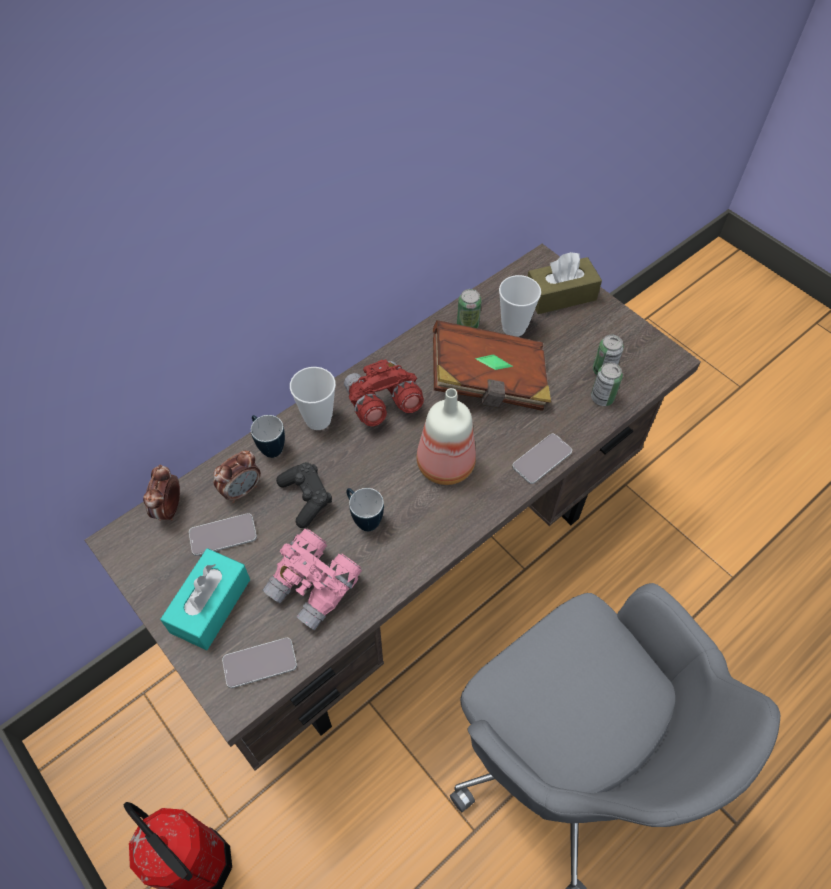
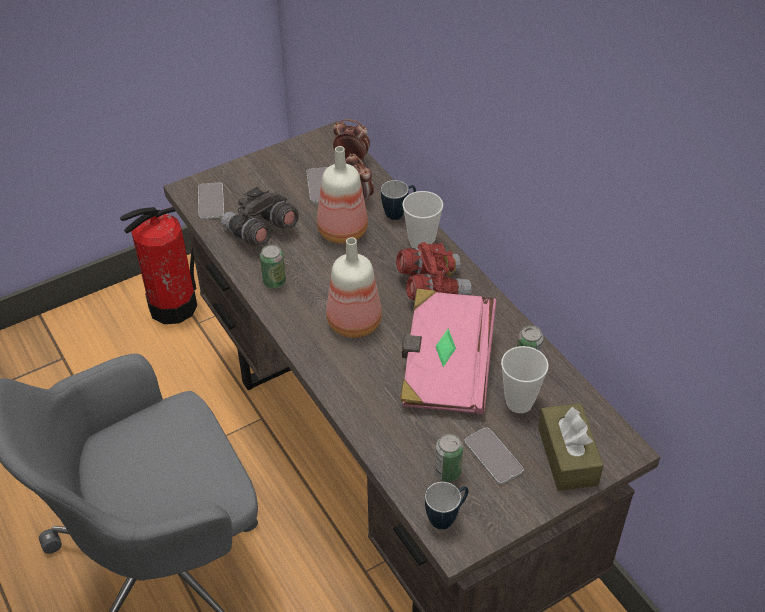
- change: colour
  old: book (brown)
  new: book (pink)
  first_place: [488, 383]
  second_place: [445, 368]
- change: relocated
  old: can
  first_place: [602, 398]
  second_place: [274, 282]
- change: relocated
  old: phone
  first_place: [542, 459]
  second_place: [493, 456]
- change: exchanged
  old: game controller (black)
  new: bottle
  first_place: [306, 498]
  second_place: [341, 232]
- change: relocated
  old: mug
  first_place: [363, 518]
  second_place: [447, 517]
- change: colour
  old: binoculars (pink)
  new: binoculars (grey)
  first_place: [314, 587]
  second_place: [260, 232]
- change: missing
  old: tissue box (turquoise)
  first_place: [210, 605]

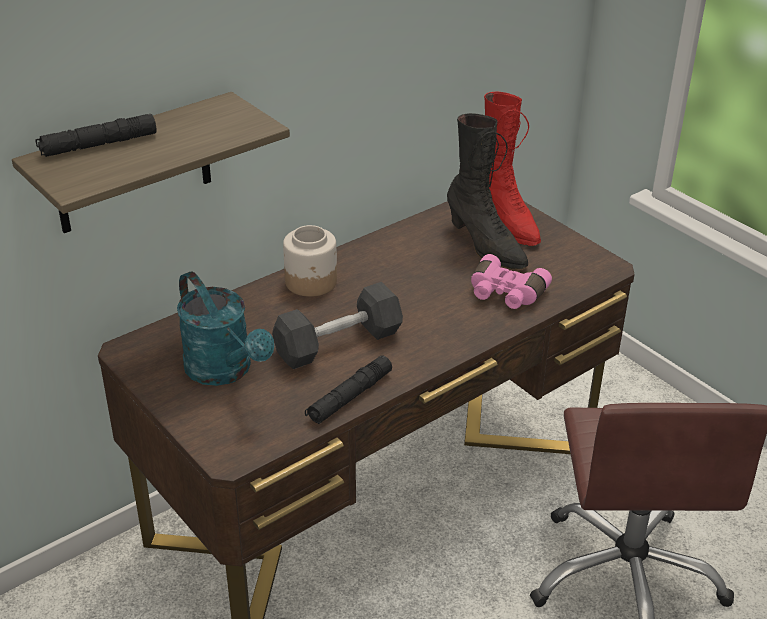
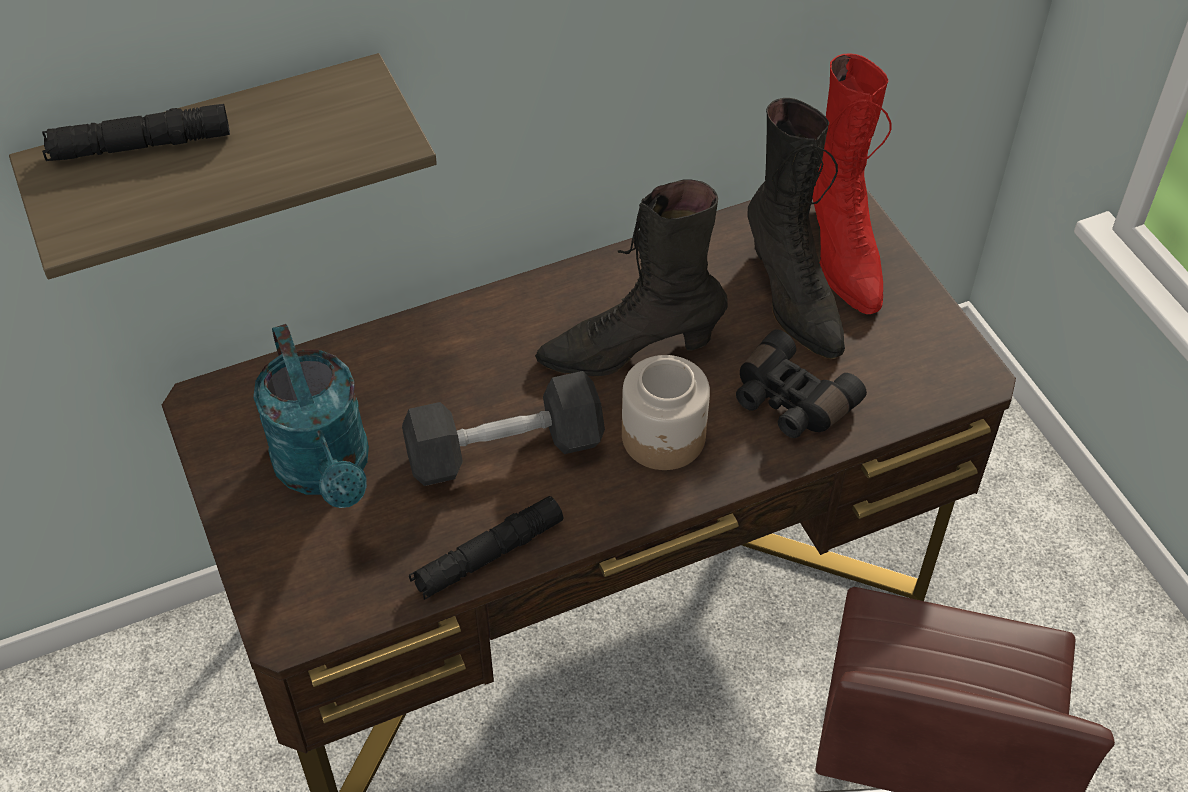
- change: relocated
  old: jar
  first_place: [311, 282]
  second_place: [664, 438]
- change: colour
  old: binoculars (pink)
  new: binoculars (black)
  first_place: [505, 294]
  second_place: [789, 402]
- change: appeared
  new: boot (black)
  second_place: [629, 351]

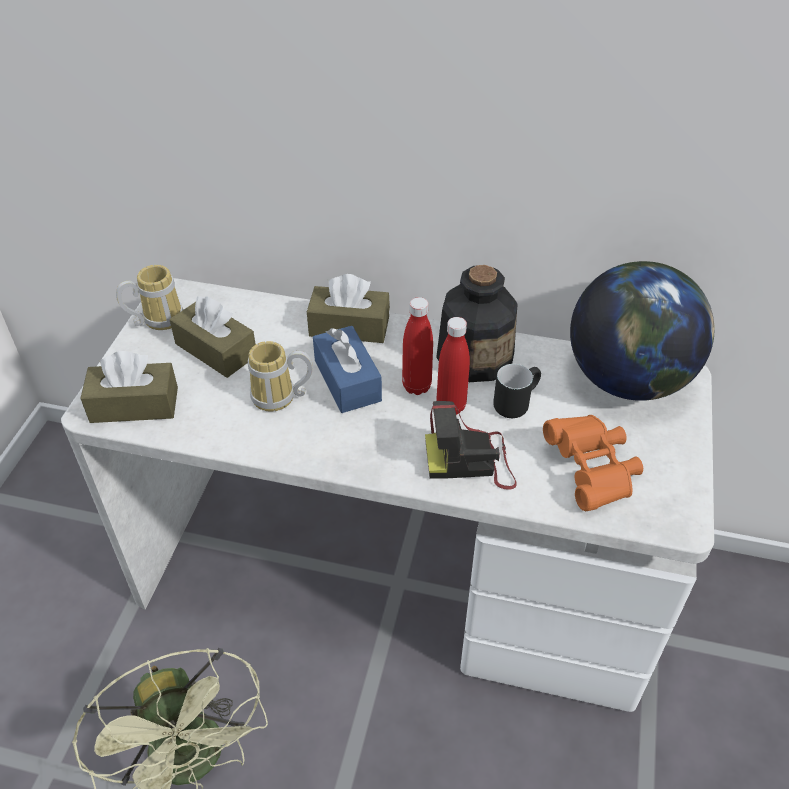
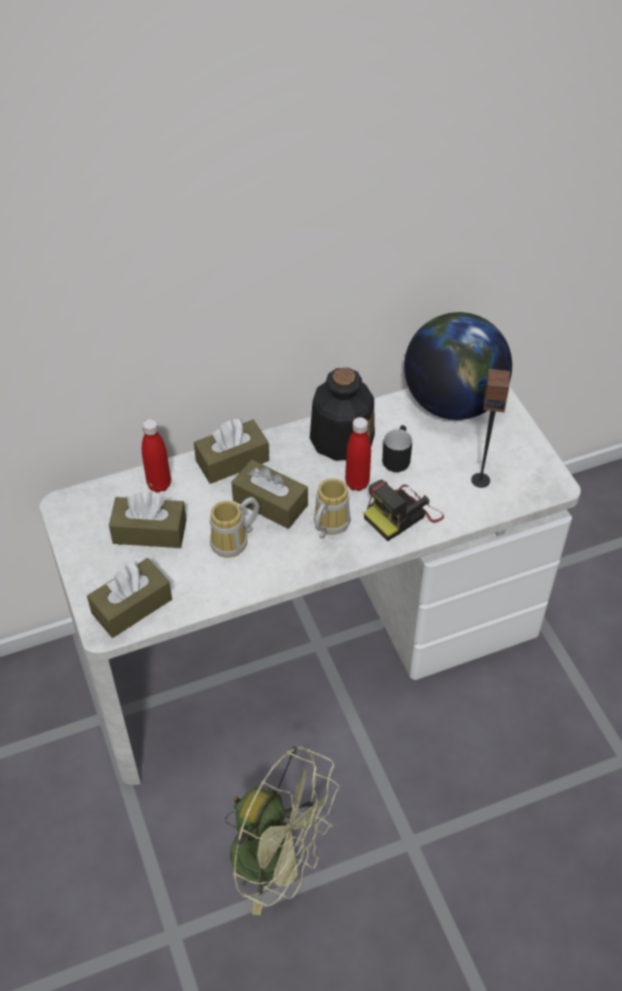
- change: relocated
  old: mug
  first_place: [157, 319]
  second_place: [327, 525]
- change: relocated
  old: bottle (red)
  first_place: [416, 386]
  second_place: [159, 485]
- change: colour
  old: tissue box (blue)
  new: tissue box (brown)
  first_place: [347, 381]
  second_place: [270, 503]
- change: exchanged
  old: binoculars (orange)
  new: speaker
  first_place: [592, 472]
  second_place: [480, 480]

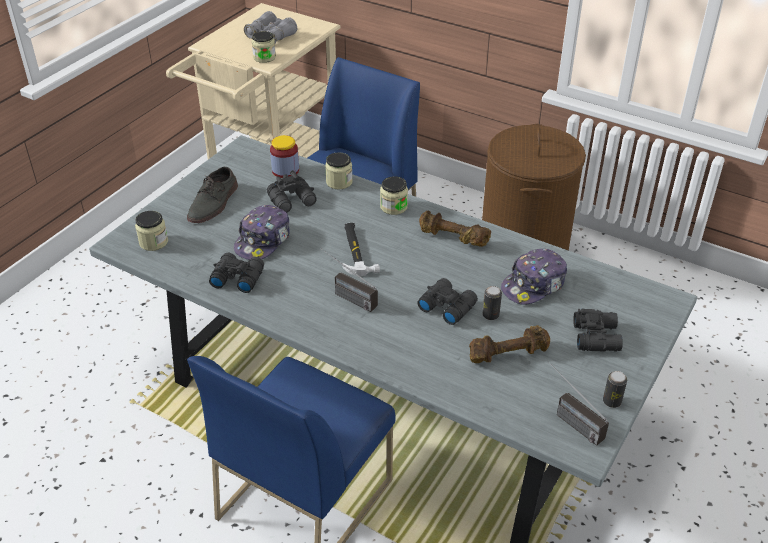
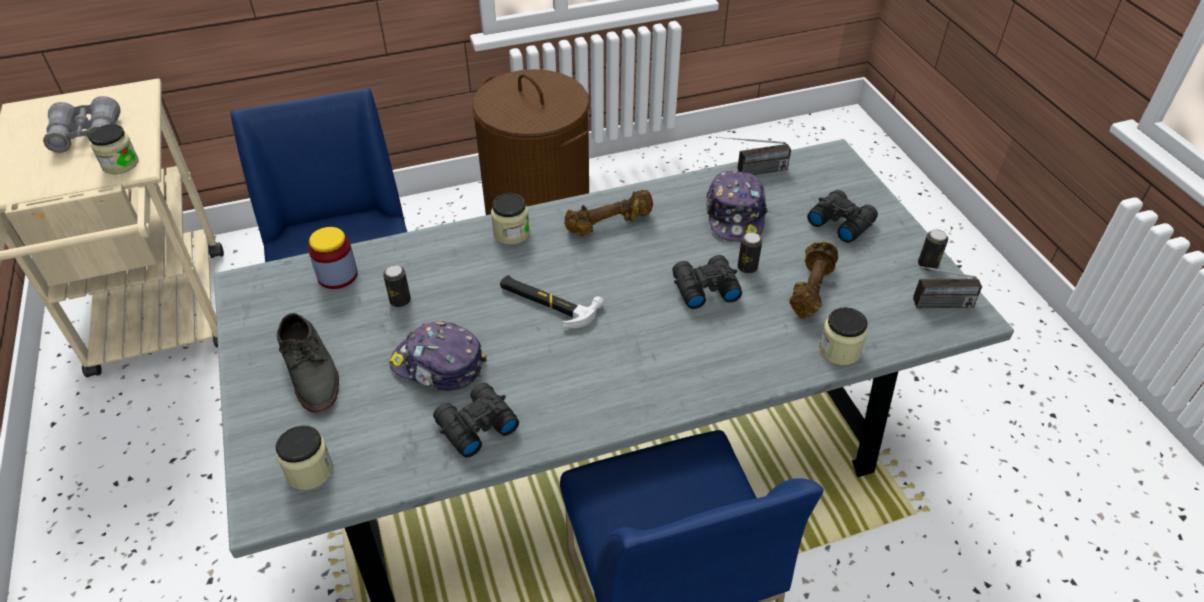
- change: relocated
  old: jar
  first_place: [339, 182]
  second_place: [839, 350]
- change: exchanged
  old: binoculars (black)
  new: can
  first_place: [293, 201]
  second_place: [400, 300]
- change: spun
  old: cap
  first_place: [263, 241]
  second_place: [438, 365]
  degrees: 135
- change: relocated
  old: radio
  first_place: [345, 295]
  second_place: [750, 172]

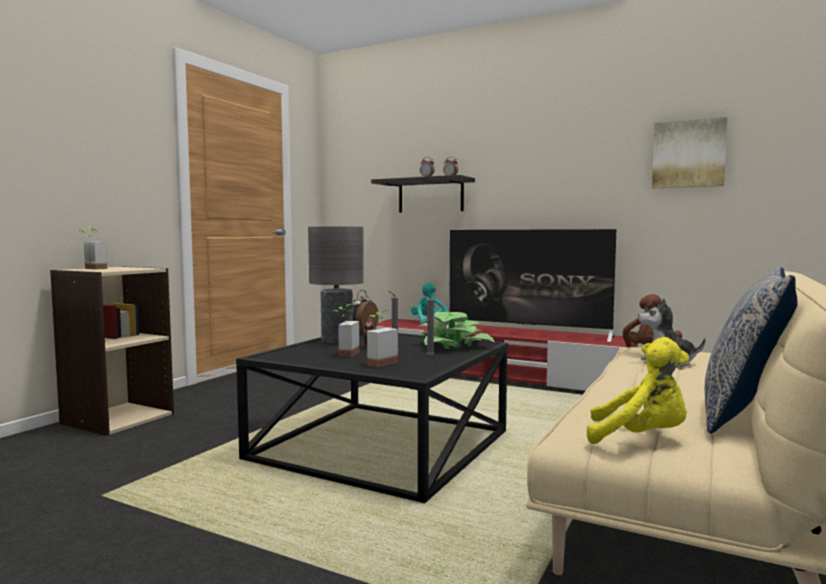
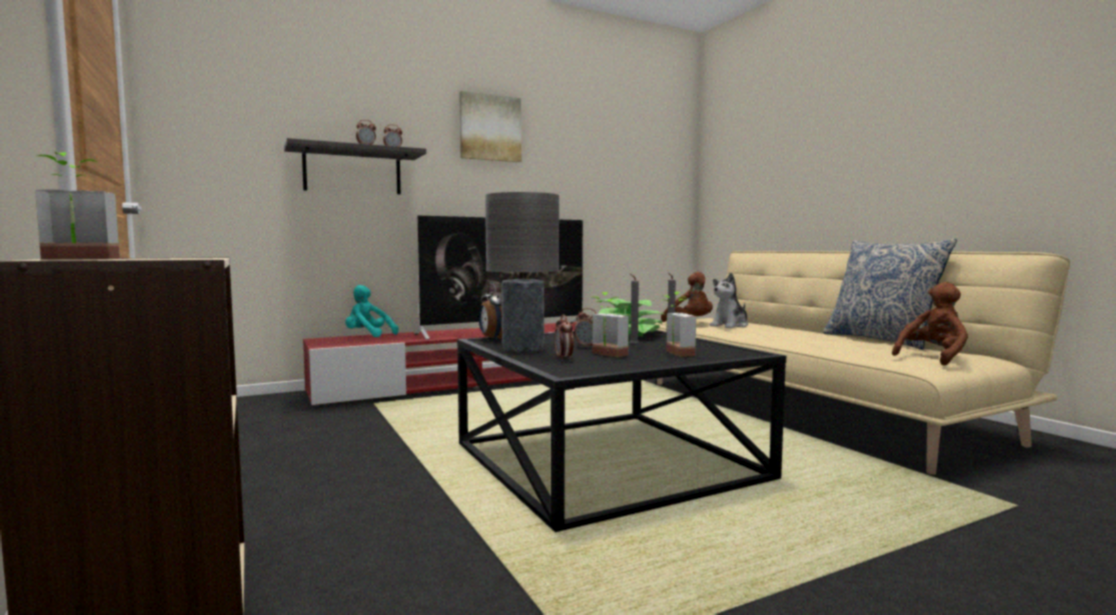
- change: relocated
  old: picture
  first_place: [688, 154]
  second_place: [490, 128]
- change: colour
  old: plush toy (yellow)
  new: plush toy (brown)
  first_place: [640, 438]
  second_place: [933, 358]
- change: appeared
  new: alarm clock
  second_place: [564, 358]

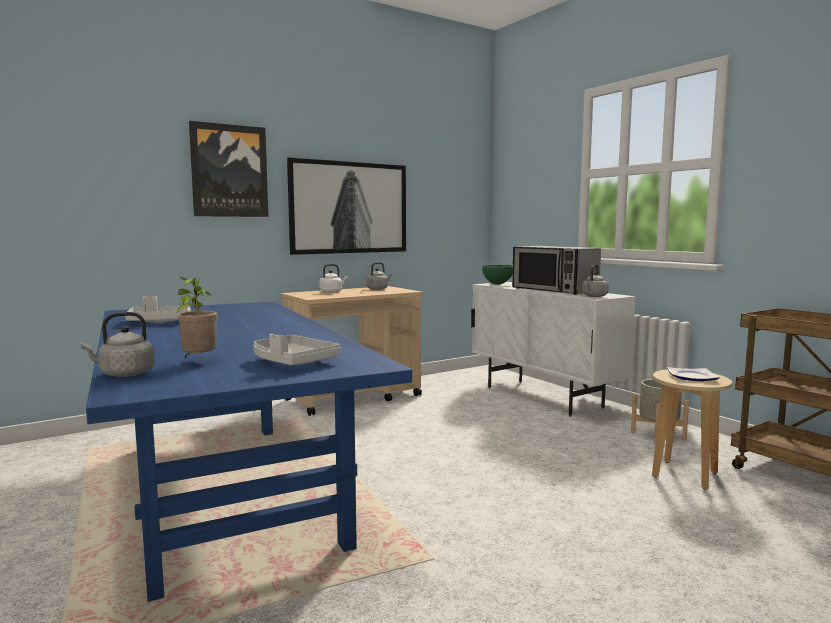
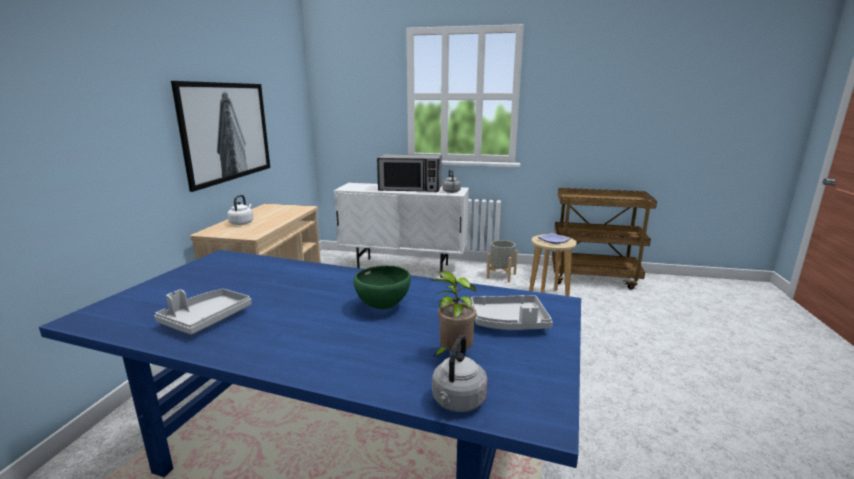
- change: missing
  old: picture
  first_place: [229, 171]
- change: missing
  old: kettle (grey)
  first_place: [378, 289]
- change: relocated
  old: bowl (green)
  first_place: [498, 284]
  second_place: [383, 307]

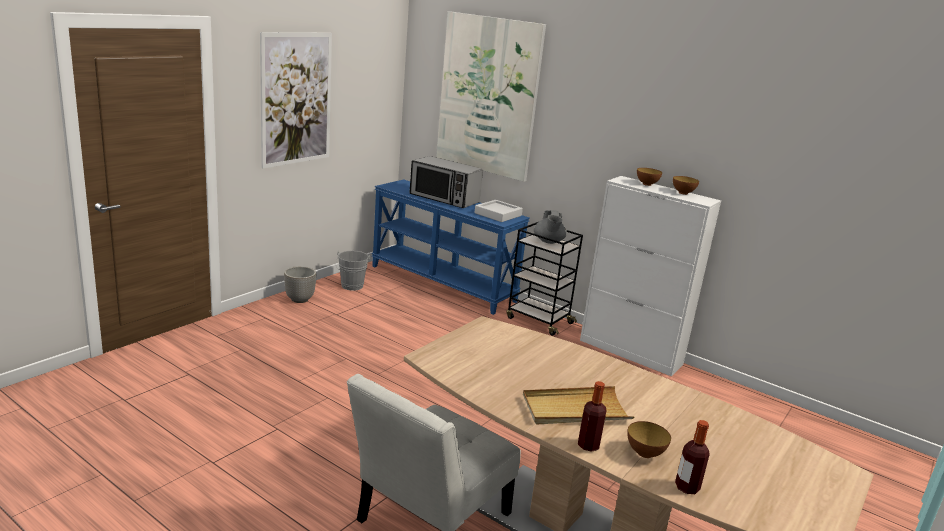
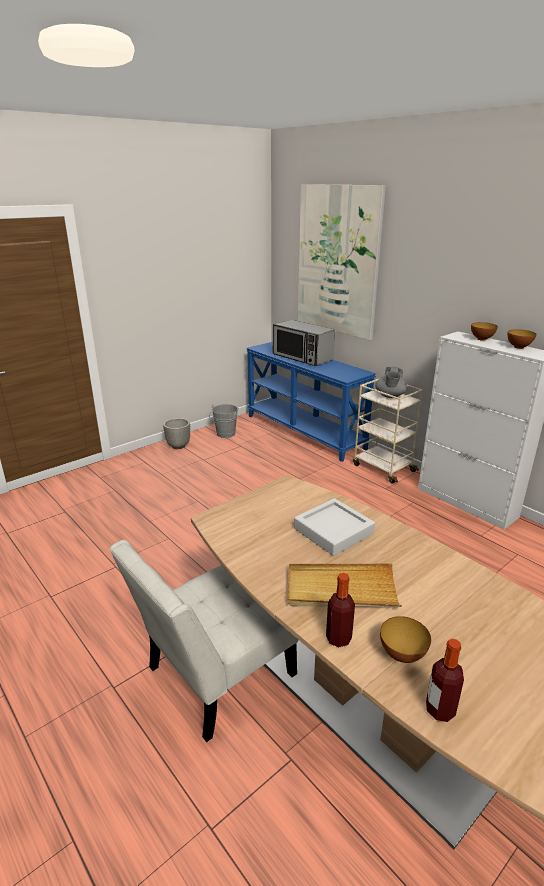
- change: missing
  old: picture
  first_place: [296, 99]
- change: relocated
  old: tray (grey)
  first_place: [498, 214]
  second_place: [333, 531]
- change: colour
  old: cart (black)
  new: cart (beige)
  first_place: [538, 320]
  second_place: [382, 468]

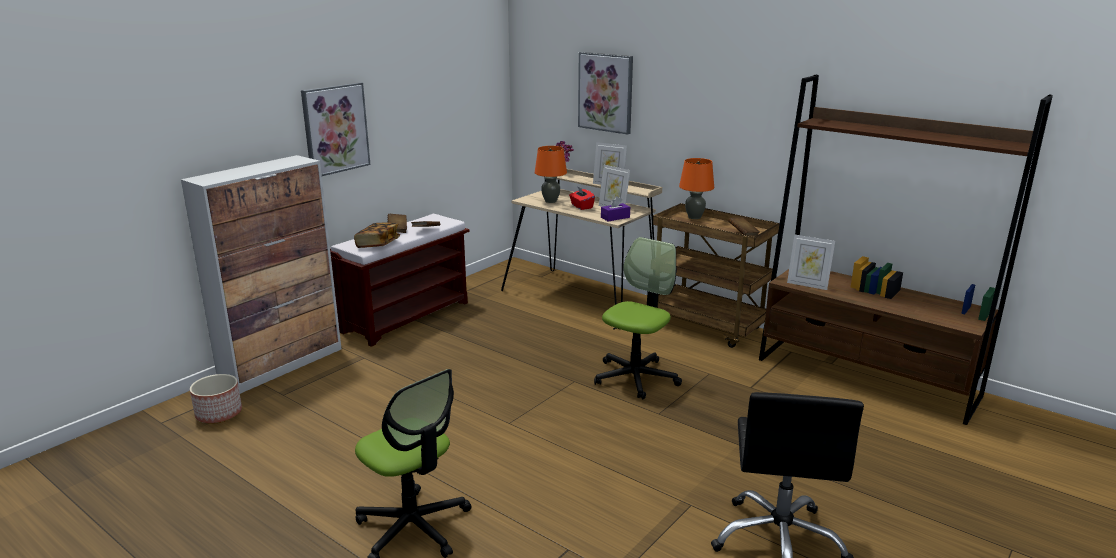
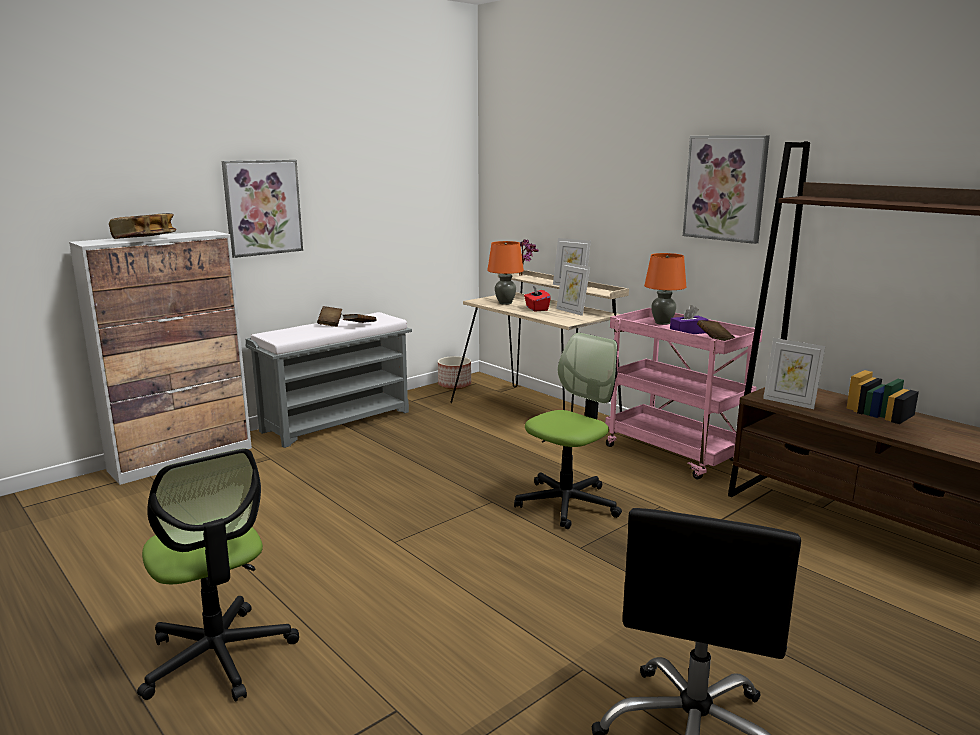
- change: relocated
  old: picture
  first_place: [606, 92]
  second_place: [725, 188]
- change: relocated
  old: tissue box (purple)
  first_place: [615, 217]
  second_place: [688, 332]
- change: colour
  old: cart (brown)
  new: cart (pink)
  first_place: [708, 326]
  second_place: [675, 454]
- change: colour
  old: bench (brown)
  new: bench (grey)
  first_place: [407, 316]
  second_place: [337, 421]
- change: relocated
  old: book
  first_place: [378, 244]
  second_place: [144, 238]
- change: relocated
  old: planter
  first_place: [218, 414]
  second_place: [454, 385]

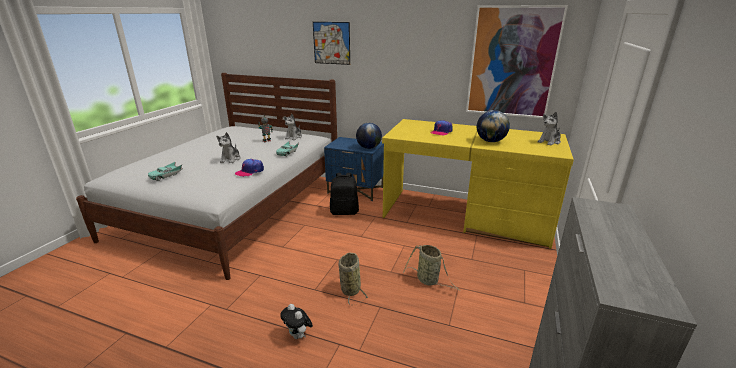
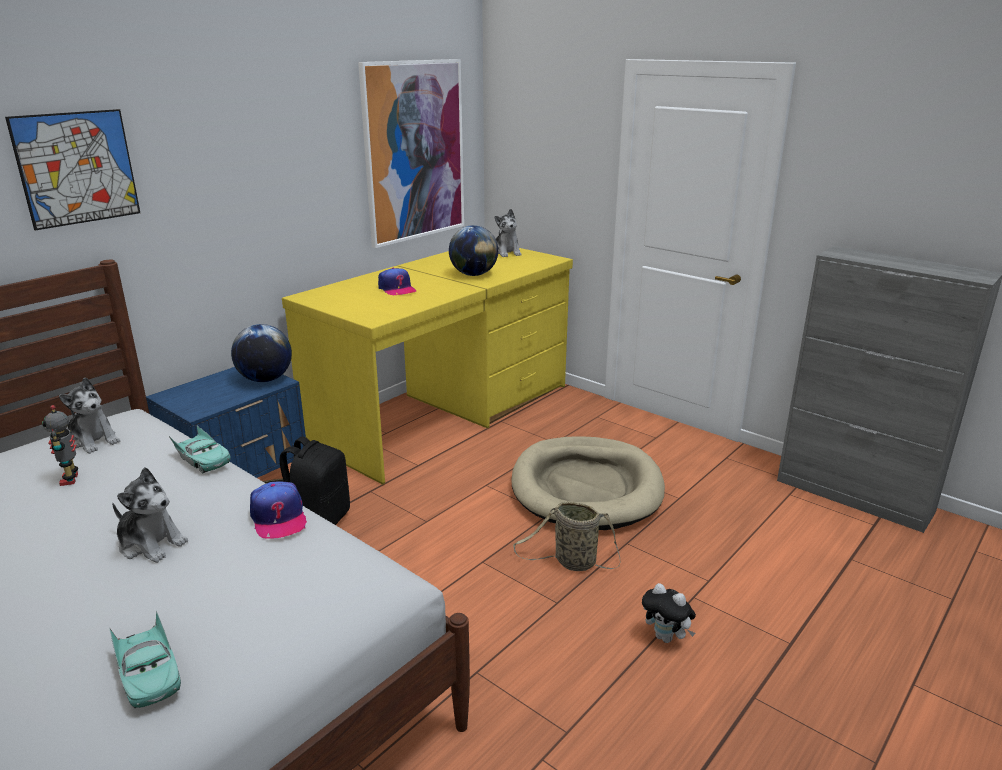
- change: exchanged
  old: basket
  new: dog bed (beige)
  first_place: [429, 280]
  second_place: [586, 487]
- change: spun
  old: plush toy
  first_place: [298, 336]
  second_place: [666, 637]
  degrees: 60

